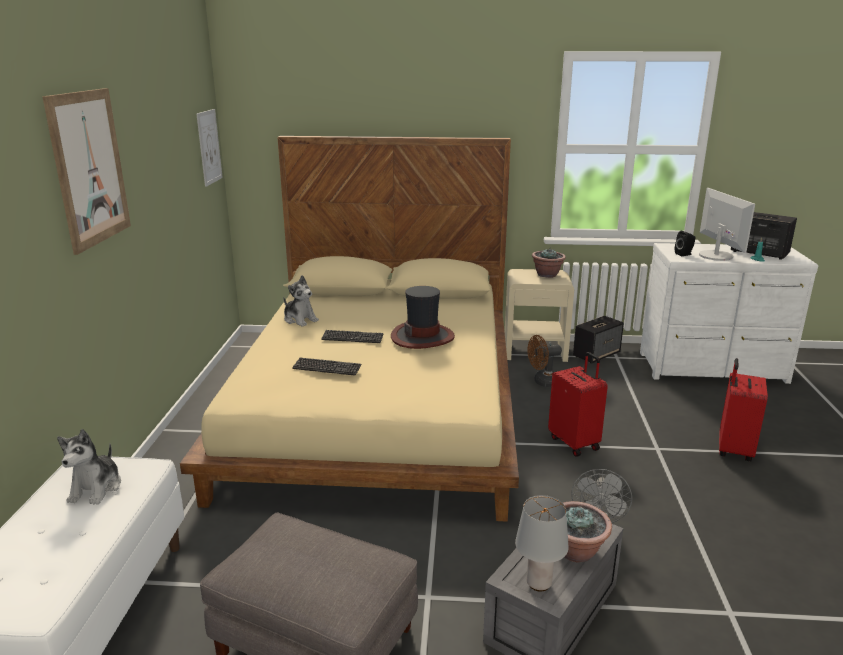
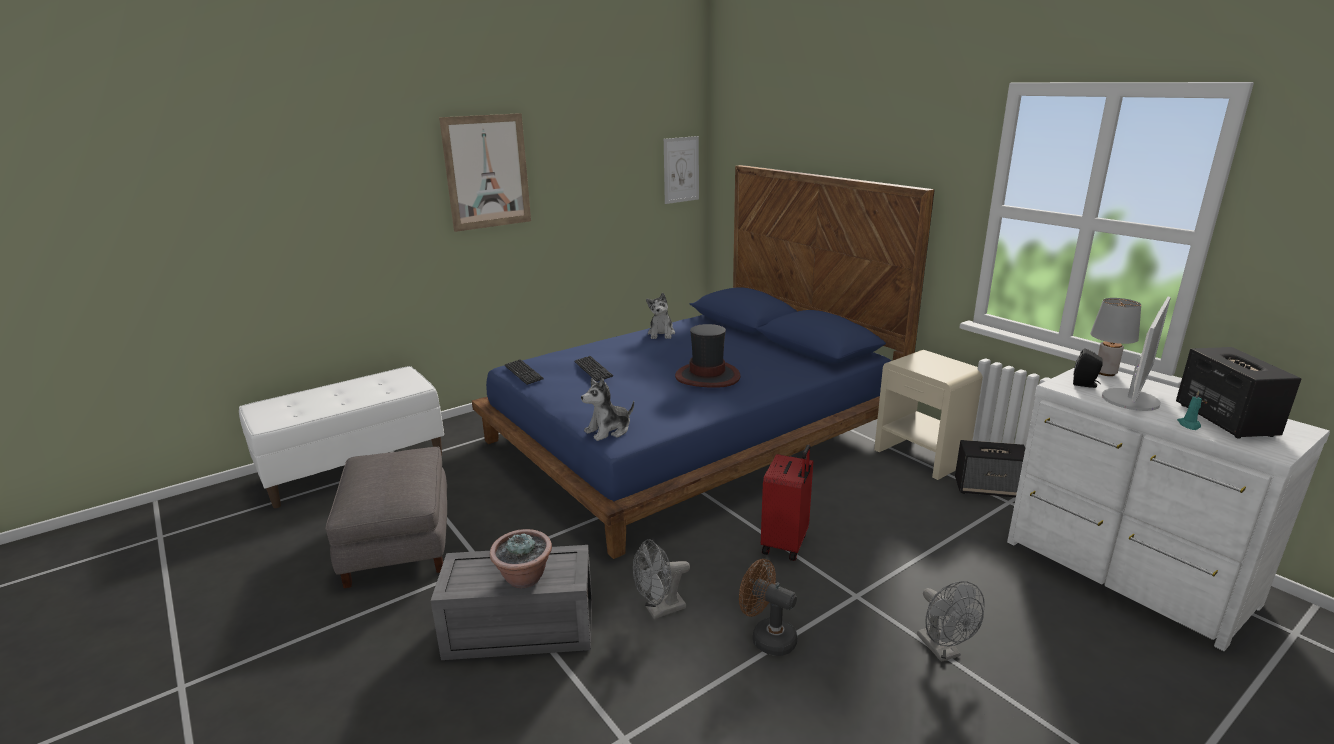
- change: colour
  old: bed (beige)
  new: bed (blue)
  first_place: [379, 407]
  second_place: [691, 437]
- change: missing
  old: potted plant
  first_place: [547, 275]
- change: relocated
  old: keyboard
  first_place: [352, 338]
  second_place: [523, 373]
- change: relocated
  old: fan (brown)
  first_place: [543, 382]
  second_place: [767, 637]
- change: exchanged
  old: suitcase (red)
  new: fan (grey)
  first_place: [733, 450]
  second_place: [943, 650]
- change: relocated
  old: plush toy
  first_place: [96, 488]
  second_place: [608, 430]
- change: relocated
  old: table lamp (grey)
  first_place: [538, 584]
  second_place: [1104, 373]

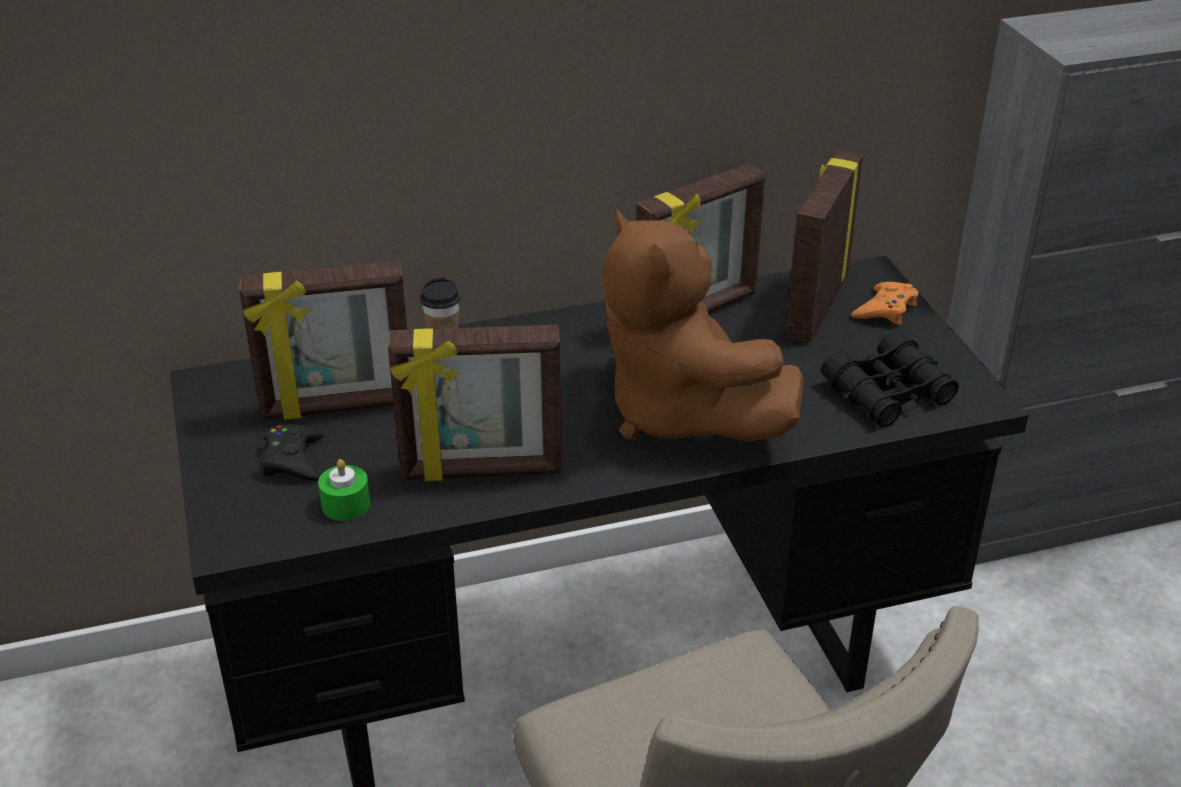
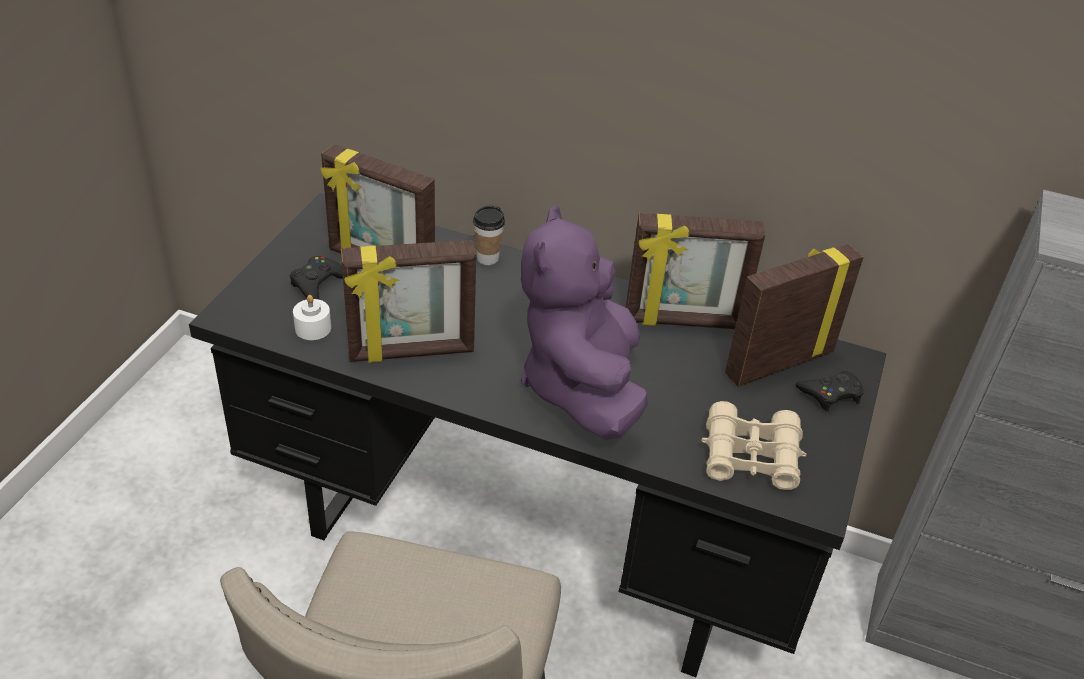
- change: colour
  old: plush toy (brown)
  new: plush toy (purple)
  first_place: [680, 414]
  second_place: [581, 386]
- change: colour
  old: game controller (orange)
  new: game controller (black)
  first_place: [885, 309]
  second_place: [830, 394]
- change: spun
  old: picture frame
  first_place: [481, 471]
  second_place: [411, 352]
  degrees: -45
- change: colour
  old: binoculars (black)
  new: binoculars (beige)
  first_place: [888, 393]
  second_place: [751, 456]
- change: colour
  old: candle (green)
  new: candle (white)
  first_place: [346, 504]
  second_place: [313, 328]

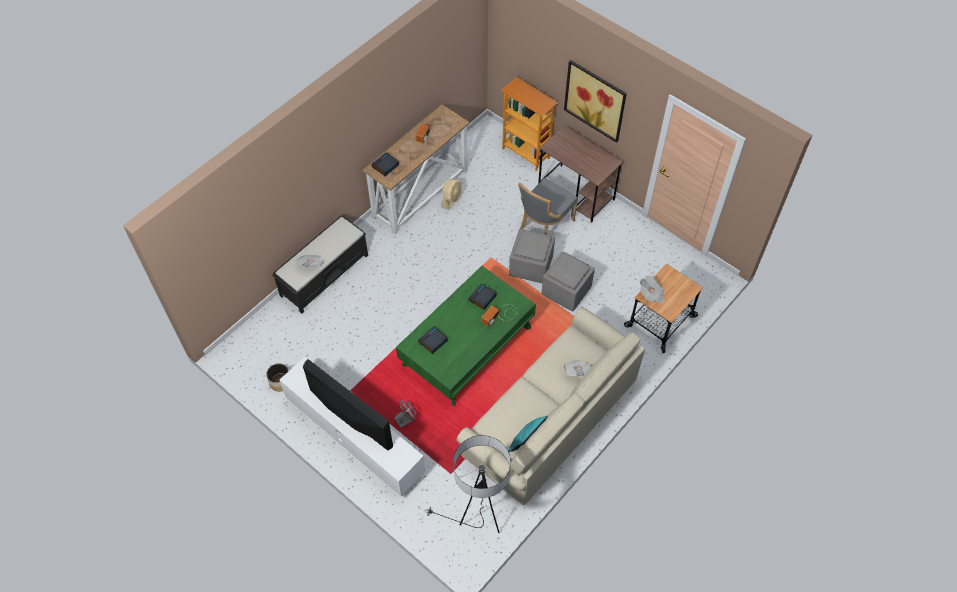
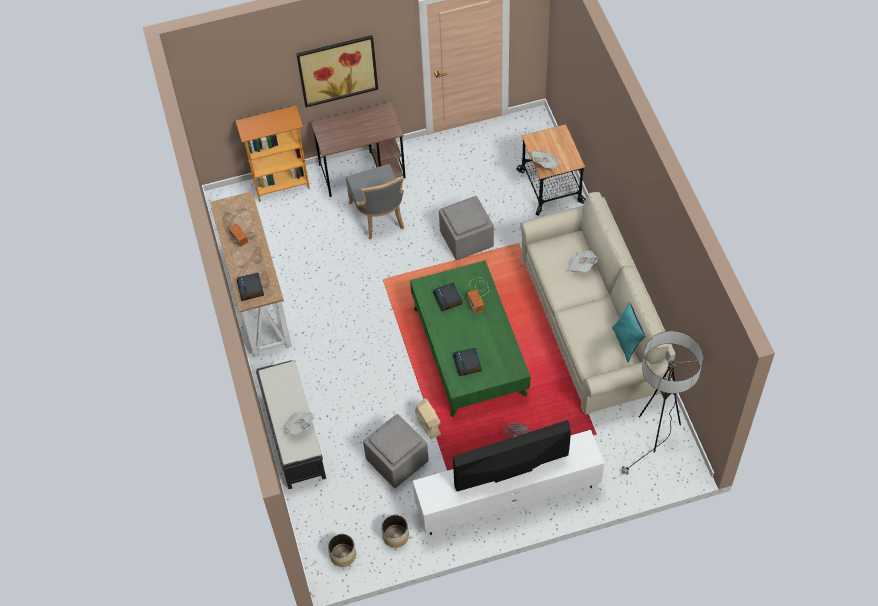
- change: relocated
  old: fan (beige)
  first_place: [451, 199]
  second_place: [428, 423]
- change: relocated
  old: ottoman (grey)
  first_place: [531, 266]
  second_place: [398, 460]
- change: appeared
  new: planter
  second_place: [343, 555]

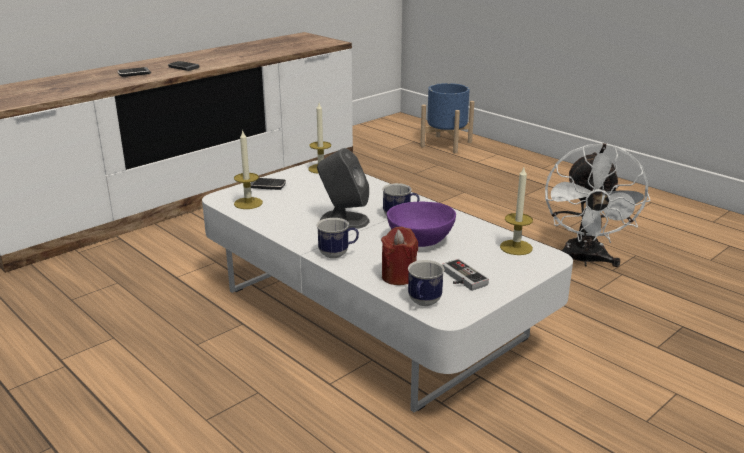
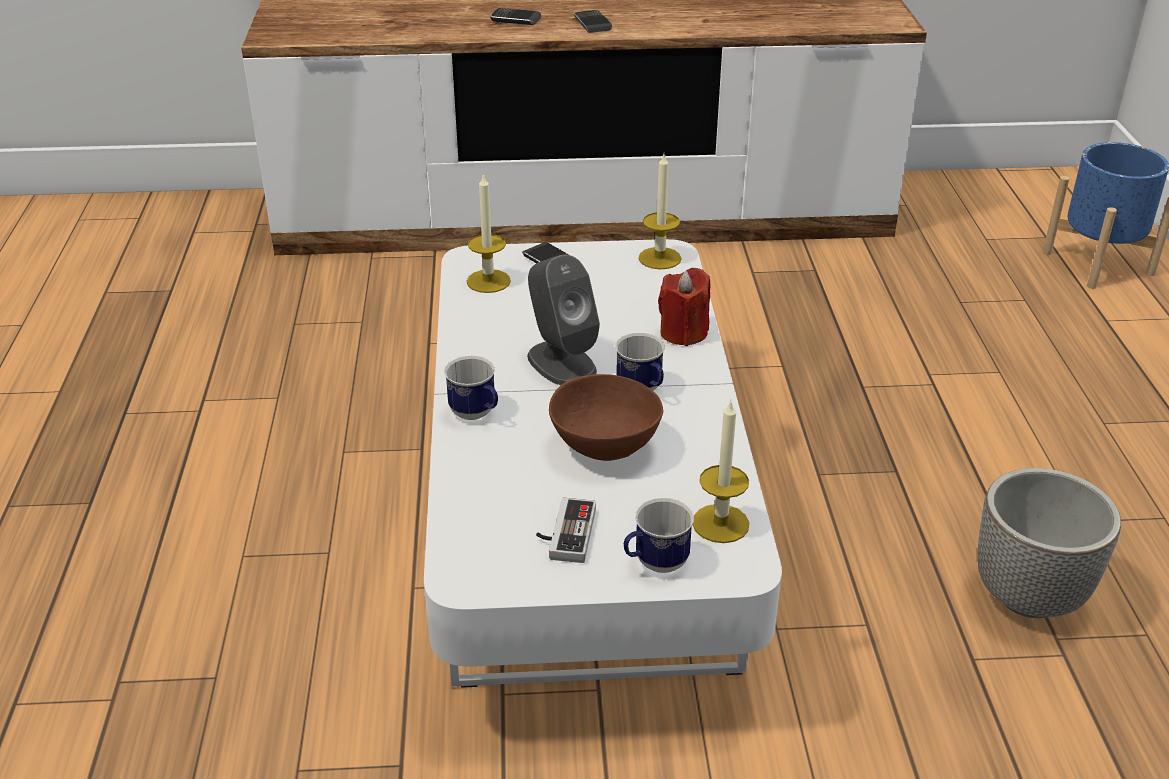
- change: exchanged
  old: fan (white)
  new: planter
  first_place: [584, 260]
  second_place: [1030, 596]
- change: colour
  old: bowl (purple)
  new: bowl (brown)
  first_place: [421, 242]
  second_place: [605, 448]
- change: relocated
  old: candle (red)
  first_place: [399, 276]
  second_place: [683, 332]
- change: relocated
  old: mug
  first_place: [423, 303]
  second_place: [655, 564]

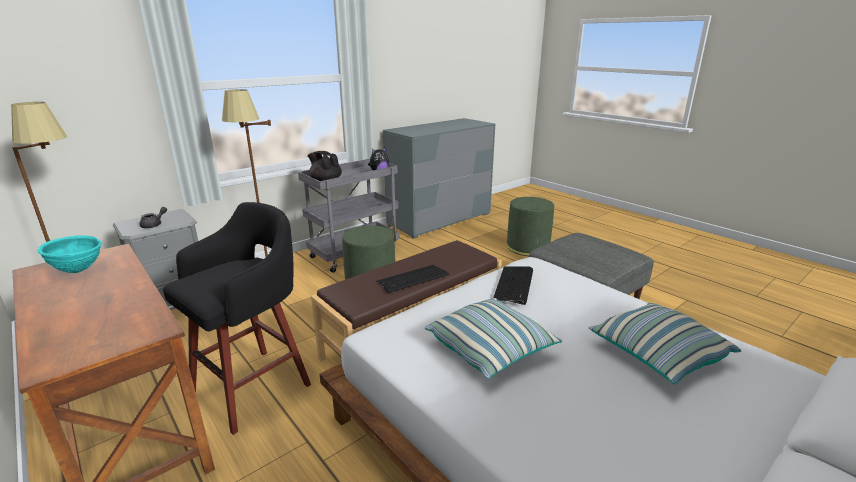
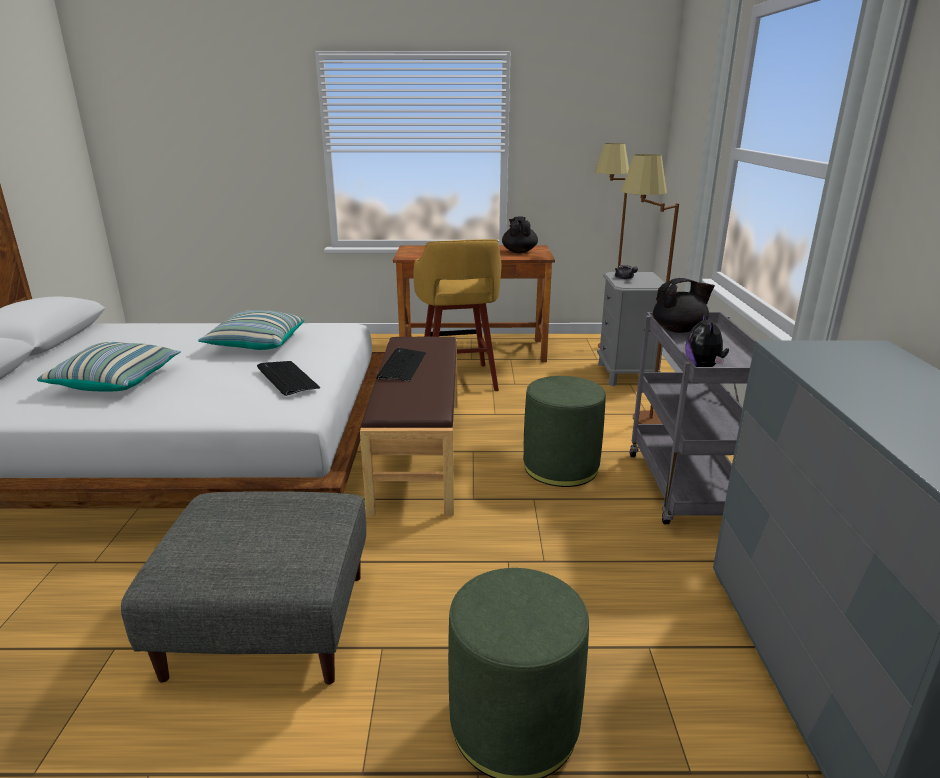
- change: colour
  old: stool (black)
  new: stool (yellow)
  first_place: [254, 386]
  second_place: [458, 381]
- change: exchanged
  old: bowl (turquoise)
  new: teapot (black)
  first_place: [78, 270]
  second_place: [519, 251]

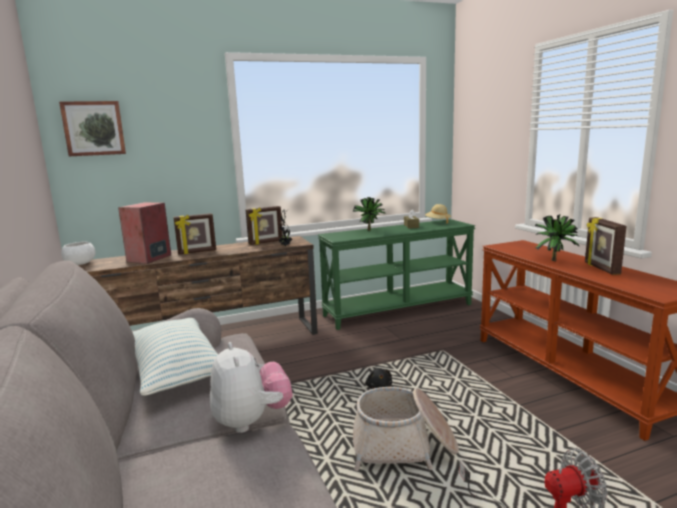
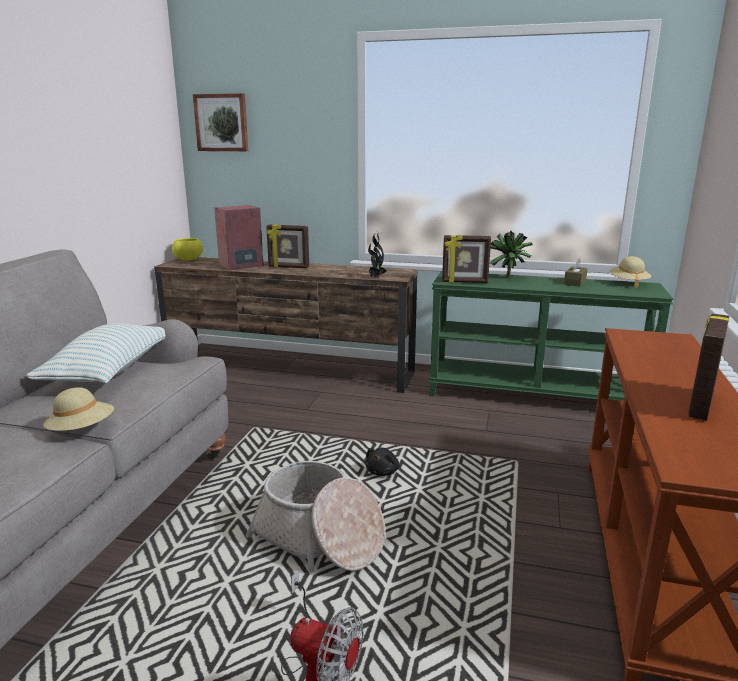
- change: relocated
  old: picture frame
  first_place: [266, 242]
  second_place: [464, 282]
- change: missing
  old: potted plant
  first_place: [554, 260]
- change: colour
  old: bowl (white)
  new: bowl (yellow)
  first_place: [80, 264]
  second_place: [188, 259]
- change: exchanged
  old: plush toy
  new: hat (beige)
  first_place: [251, 421]
  second_place: [82, 430]

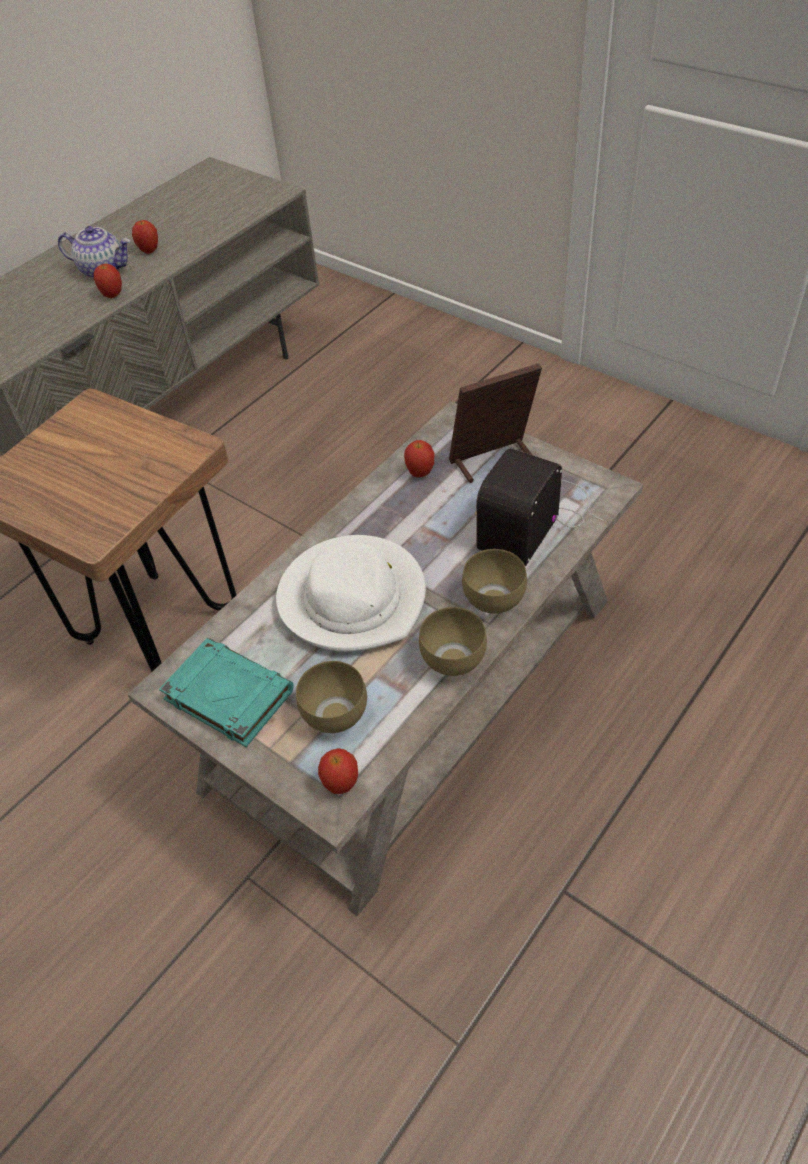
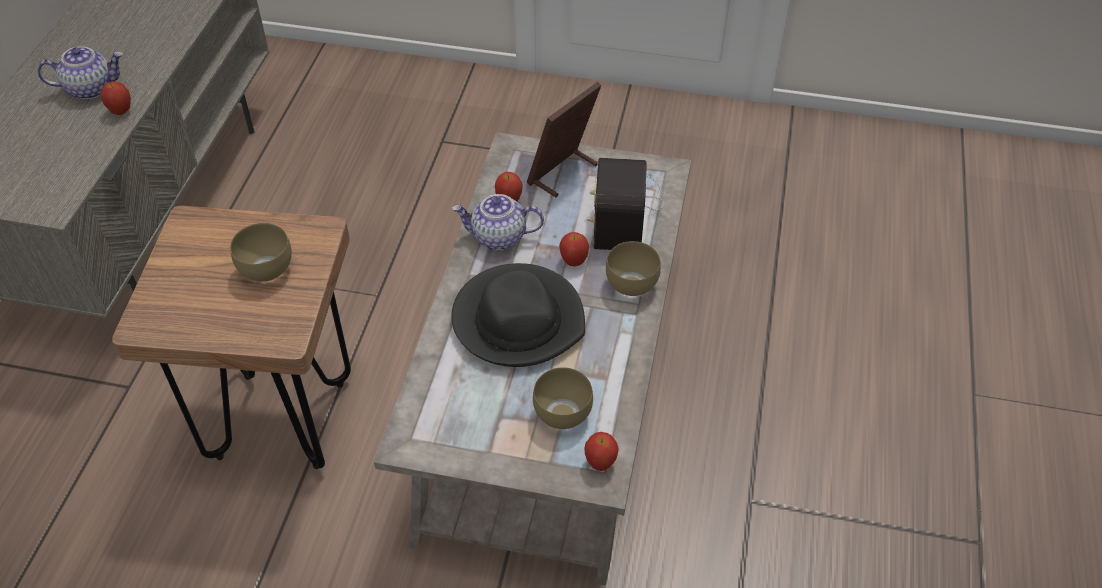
- change: relocated
  old: apple
  first_place: [149, 251]
  second_place: [573, 261]
- change: colour
  old: hat (white)
  new: hat (black)
  first_place: [353, 598]
  second_place: [518, 319]
- change: relocated
  old: bowl (brown)
  first_place: [451, 659]
  second_place: [264, 270]
- change: missing
  old: book (turquoise)
  first_place: [227, 695]
- change: appeared
  new: teapot
  second_place: [498, 237]

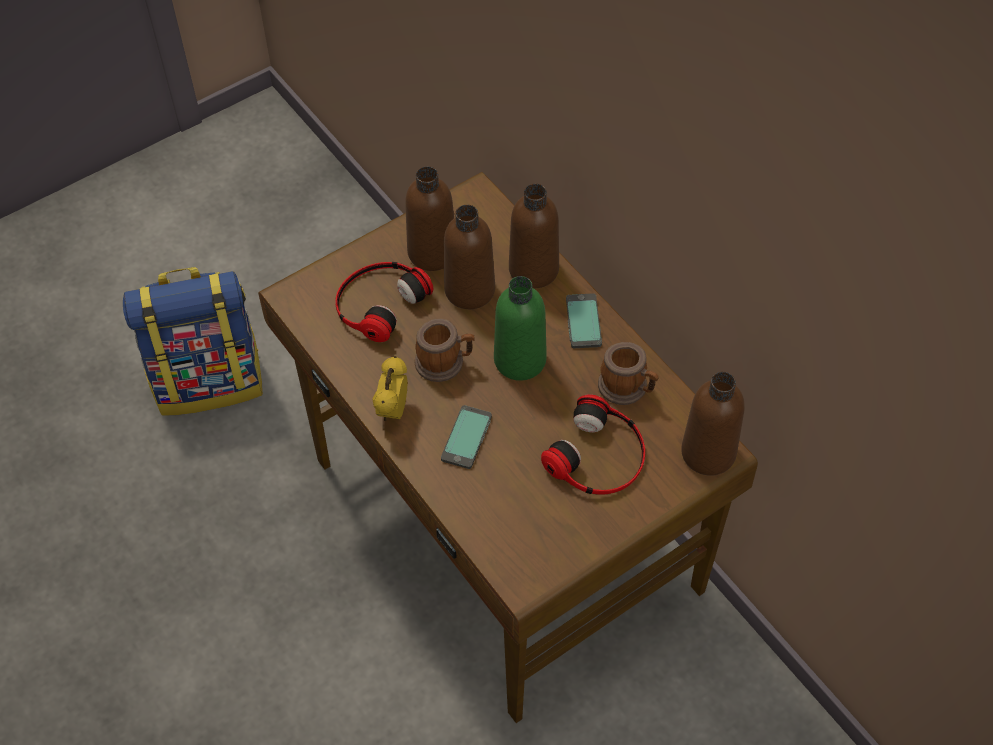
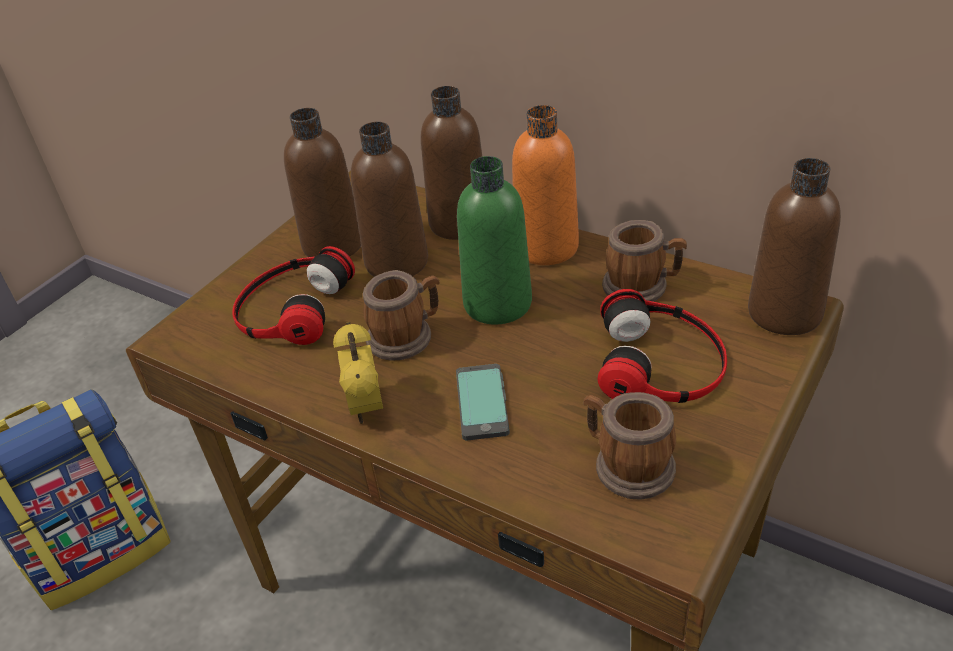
- change: exchanged
  old: phone
  new: bottle (orange)
  first_place: [583, 322]
  second_place: [546, 247]
- change: appeared
  new: mug
  second_place: [626, 465]

